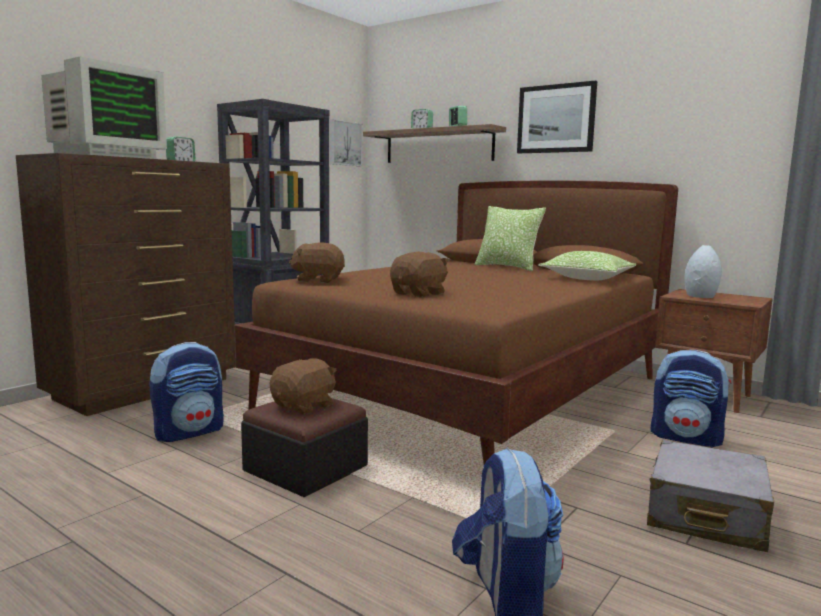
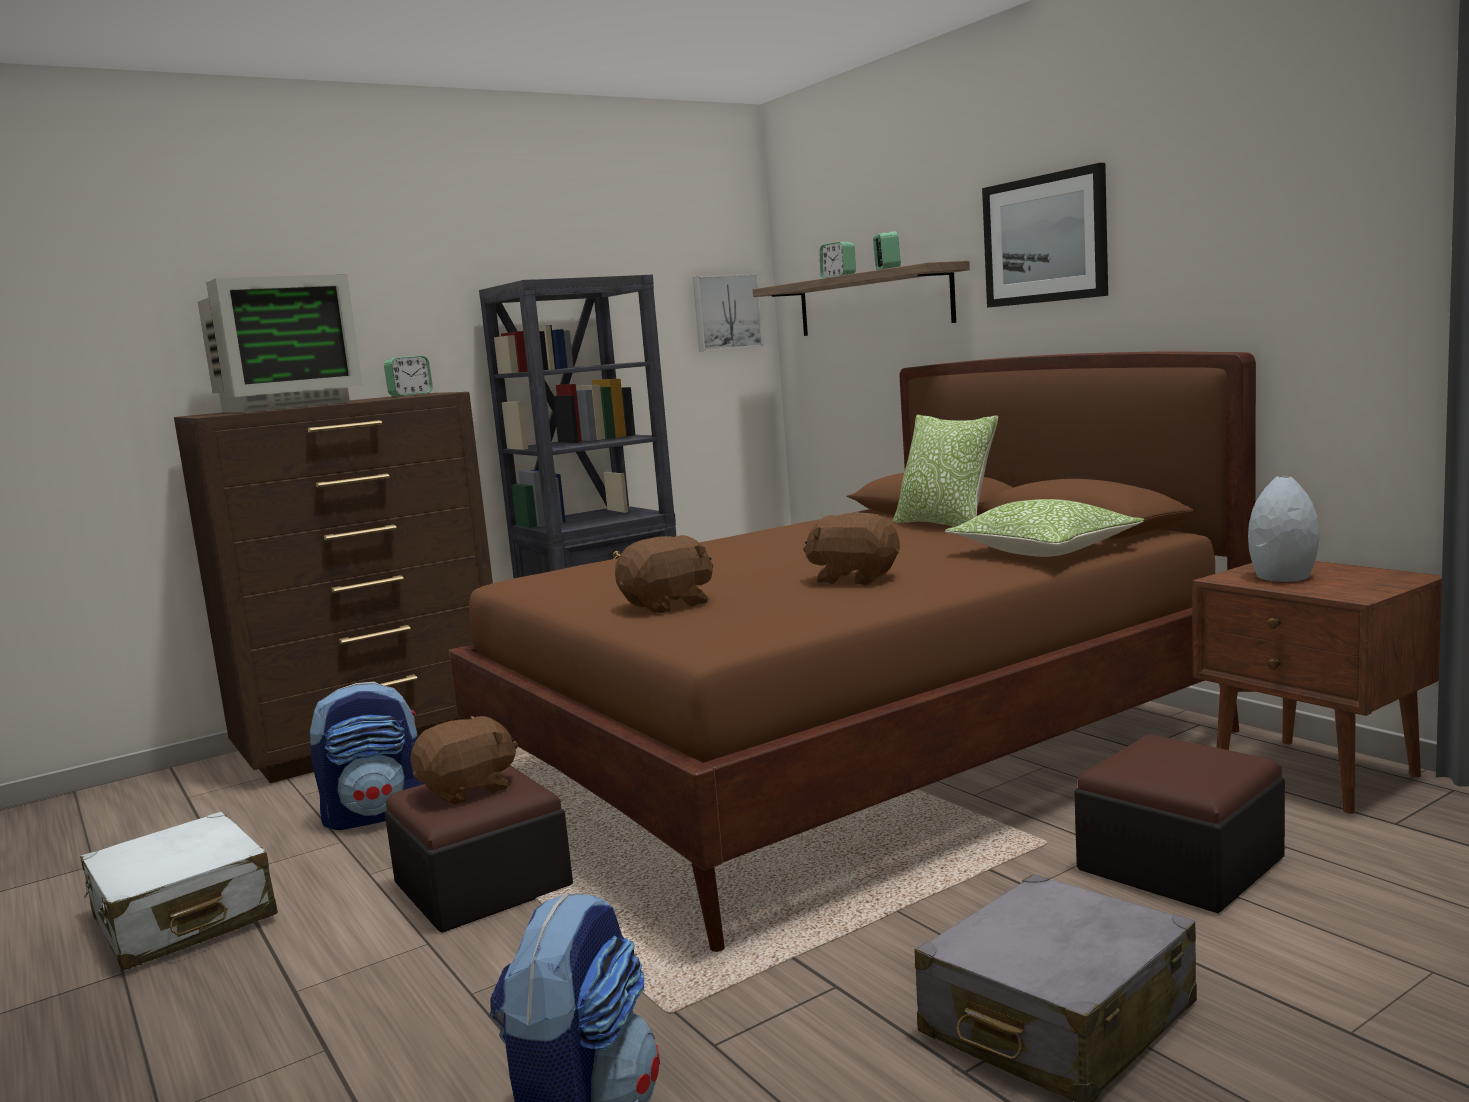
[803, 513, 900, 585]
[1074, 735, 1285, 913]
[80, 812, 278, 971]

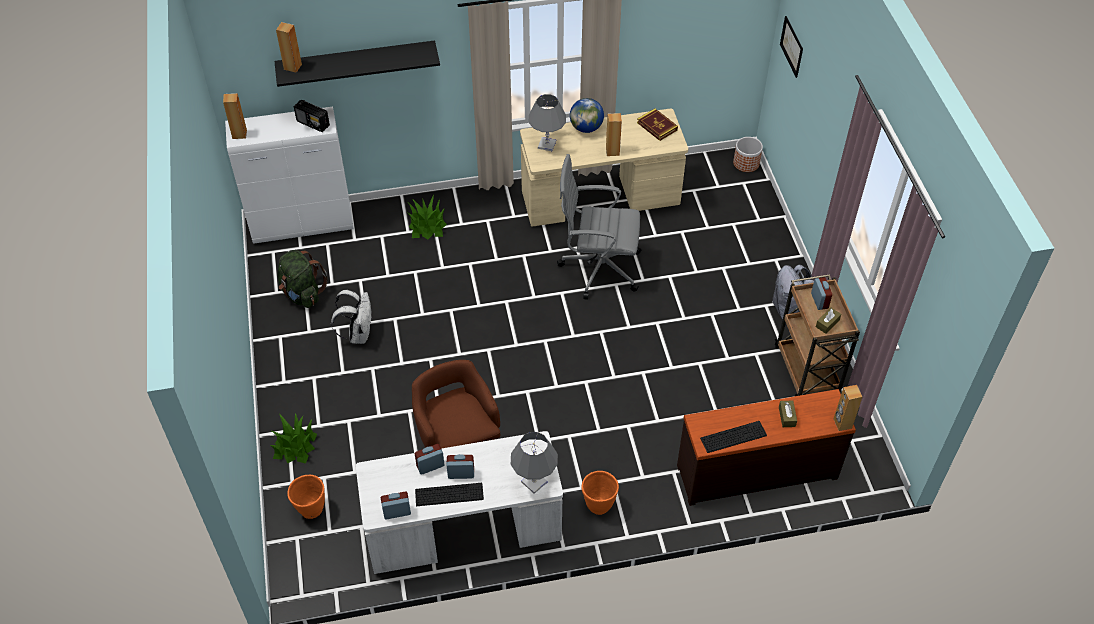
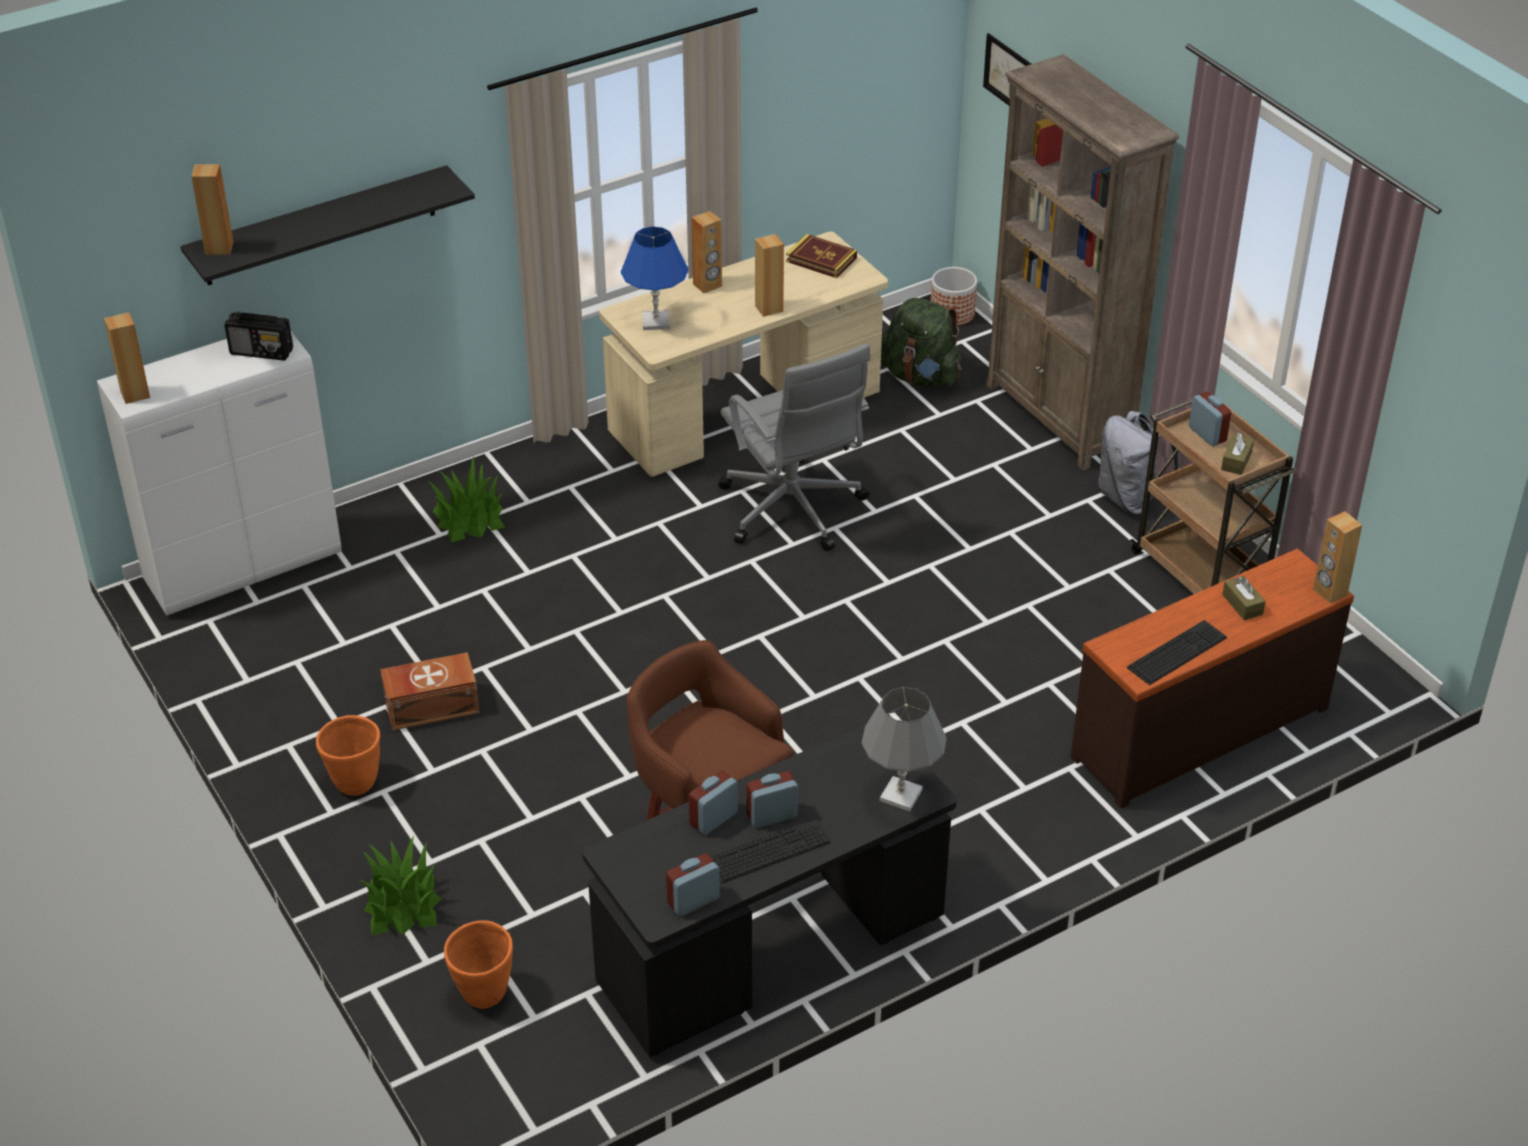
[881, 298, 962, 387]
[381, 652, 480, 731]
[582, 724, 957, 1057]
[621, 226, 688, 330]
[718, 343, 870, 551]
[691, 211, 722, 293]
[316, 715, 380, 796]
[986, 54, 1179, 471]

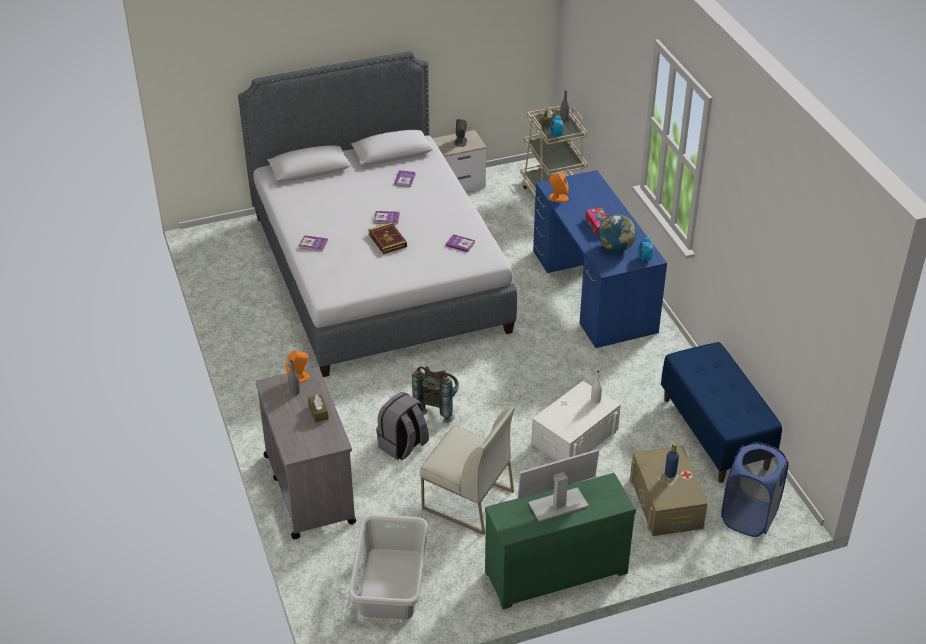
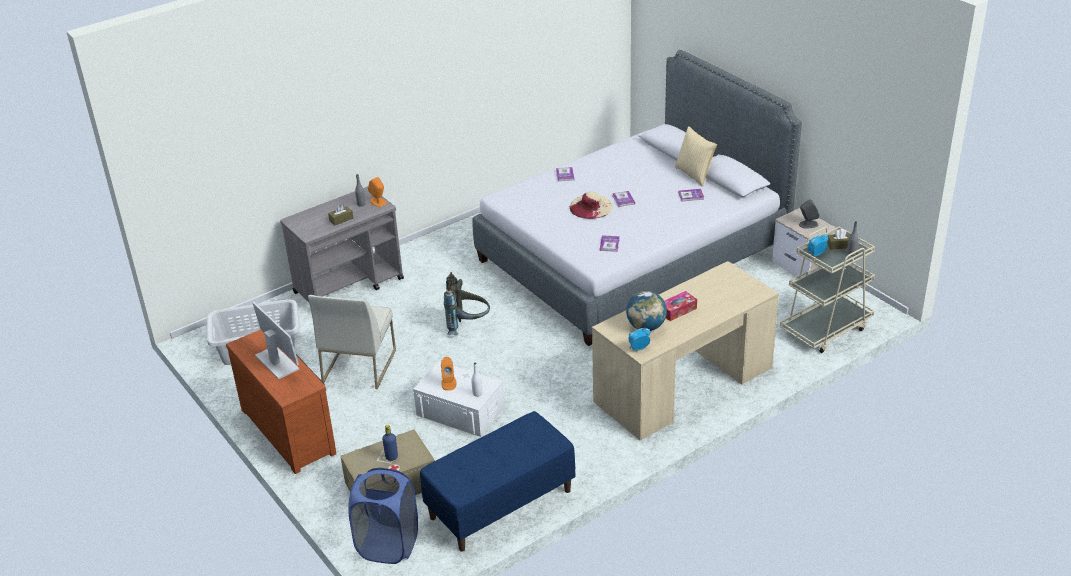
[570, 192, 613, 219]
[376, 392, 429, 460] (first image)
[226, 329, 337, 474]
[592, 261, 779, 440]
[441, 357, 456, 391]
[675, 126, 717, 187]

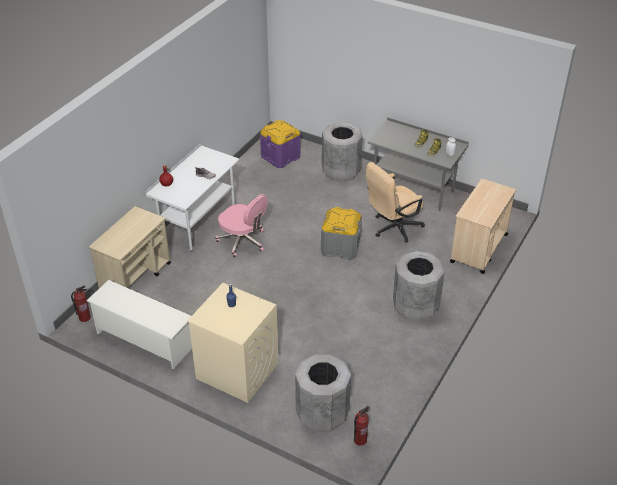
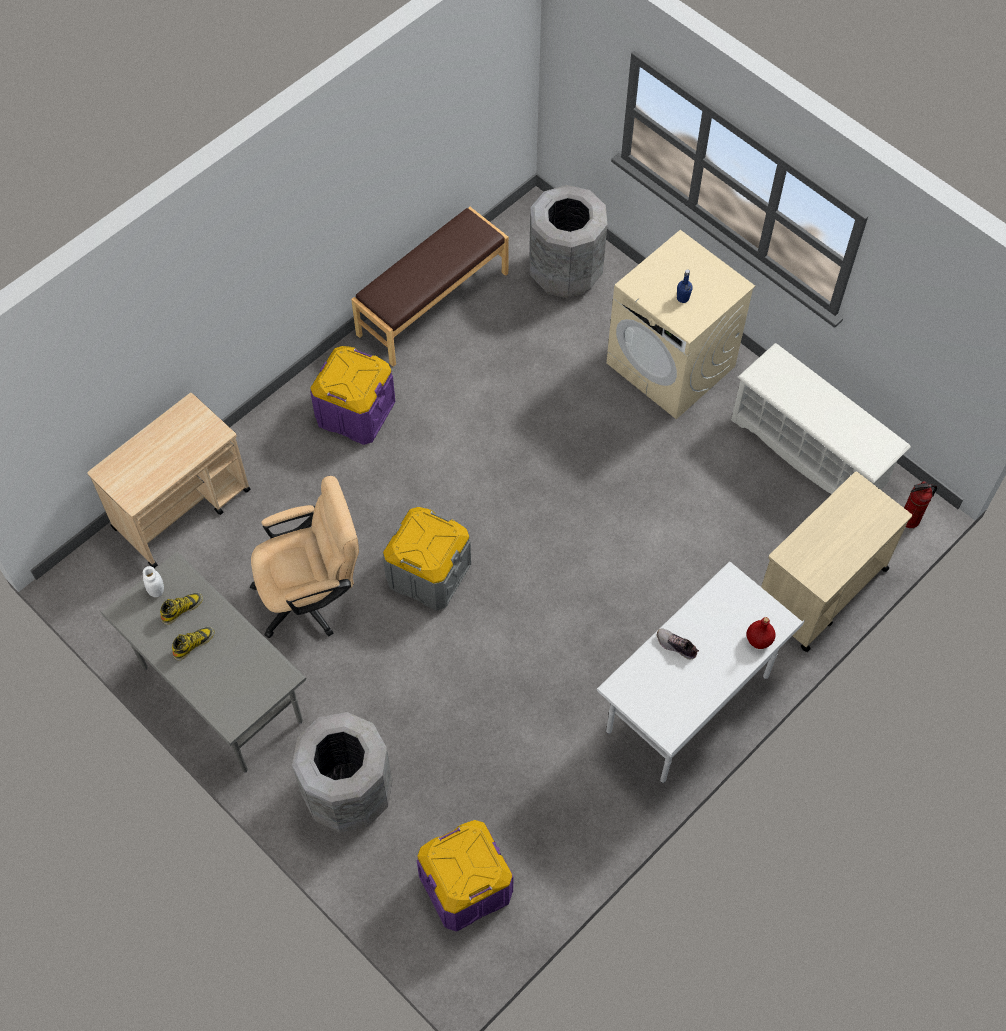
[215, 194, 268, 258] (first image)
[354, 406, 369, 446] (first image)
[310, 346, 396, 445]
[351, 207, 509, 367]

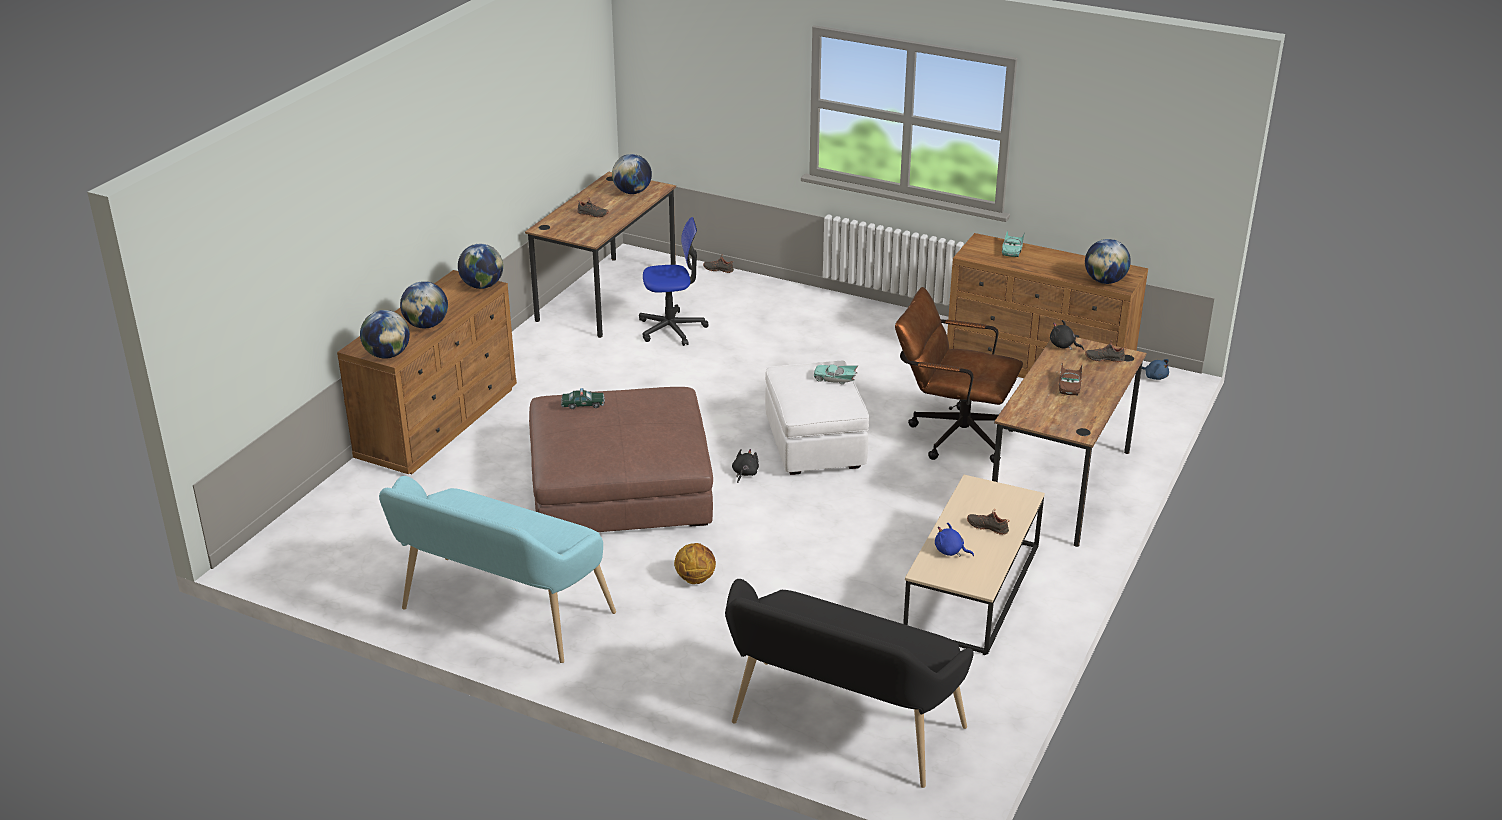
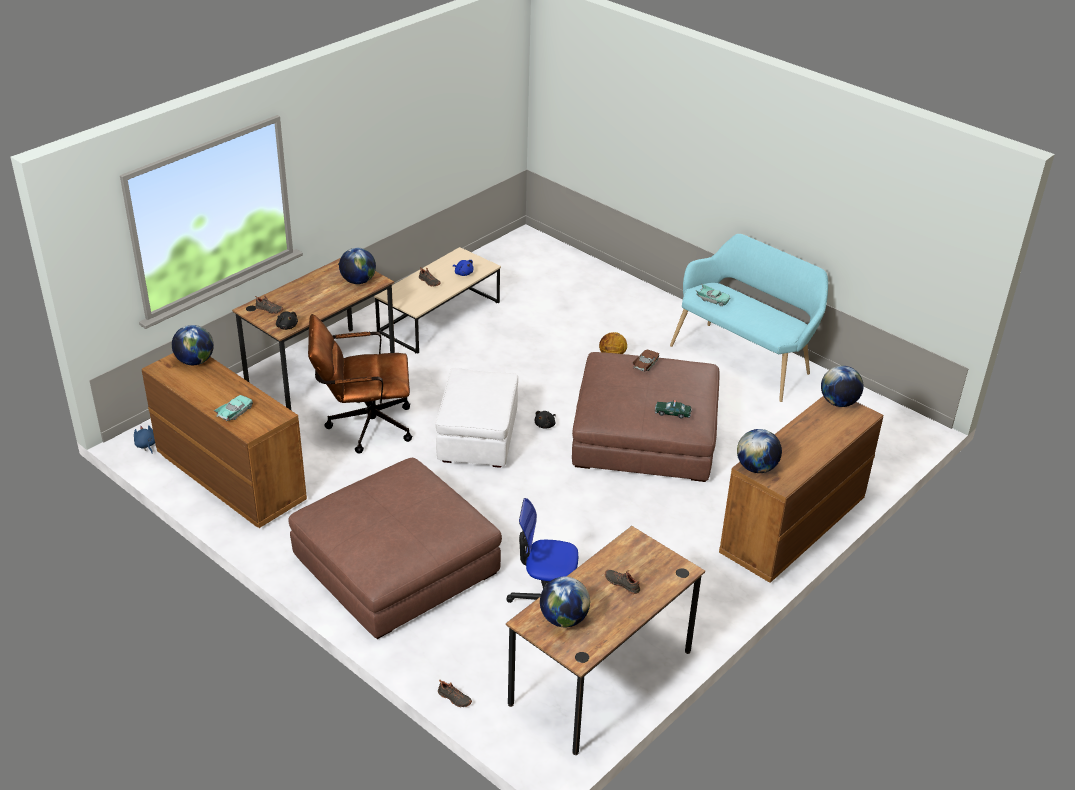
[339, 248, 376, 284]
[725, 579, 974, 788] (first image)
[696, 284, 730, 306]
[308, 314, 412, 454]
[632, 350, 659, 372]
[289, 458, 502, 639]

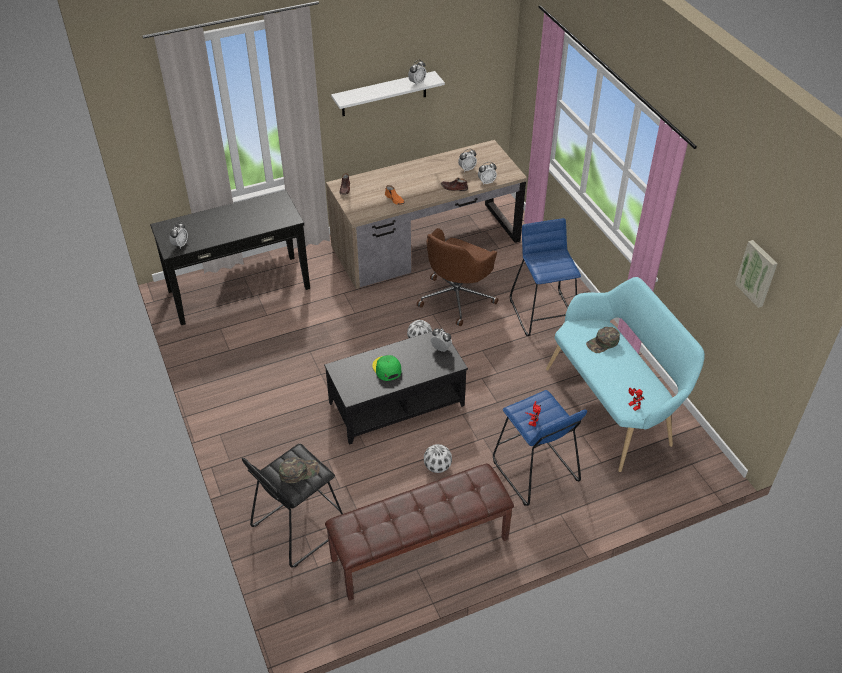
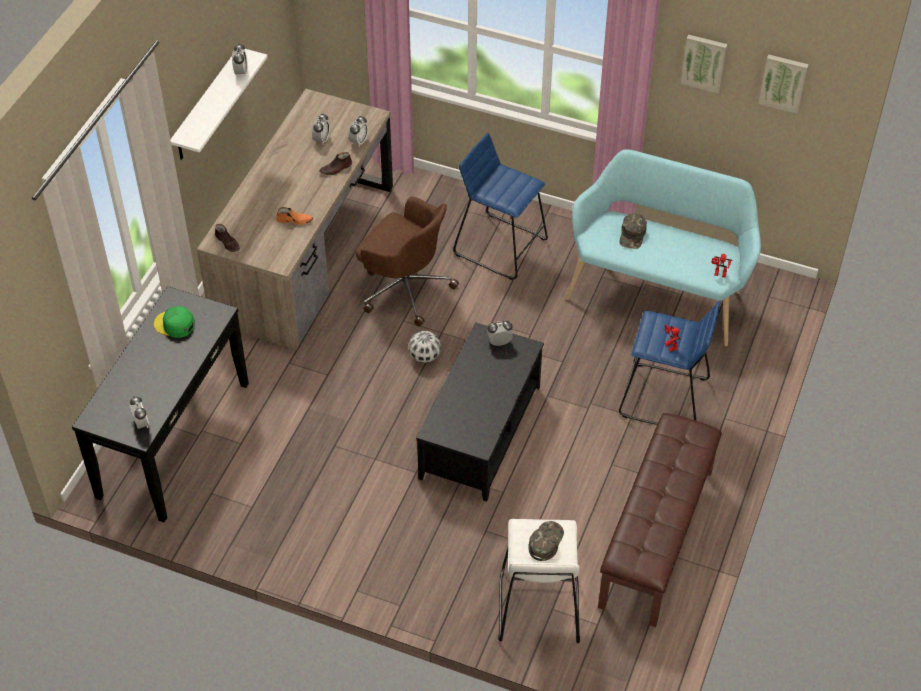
[498, 519, 580, 643]
[154, 306, 195, 338]
[356, 197, 459, 326]
[424, 444, 452, 473] (first image)
[681, 35, 728, 94]

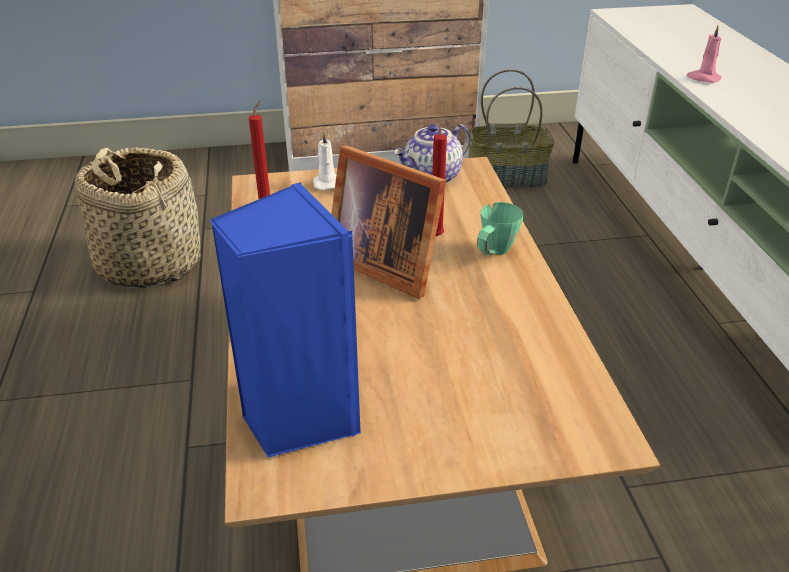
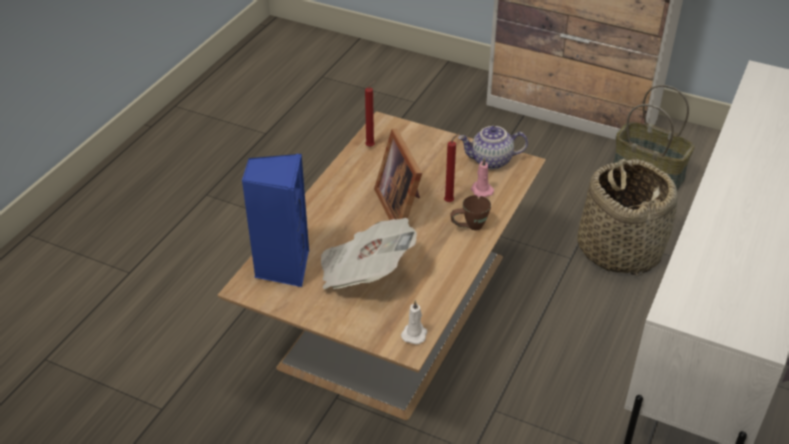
[578, 159, 677, 276]
[401, 300, 427, 345]
[450, 195, 491, 230]
[471, 157, 494, 197]
[321, 218, 417, 289]

